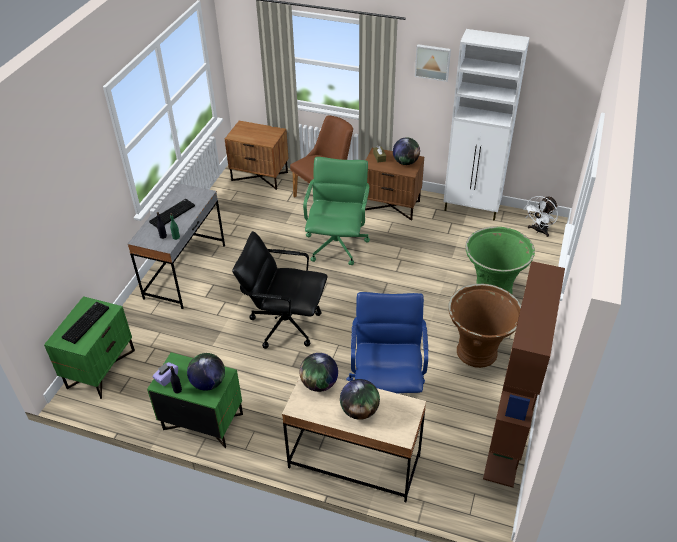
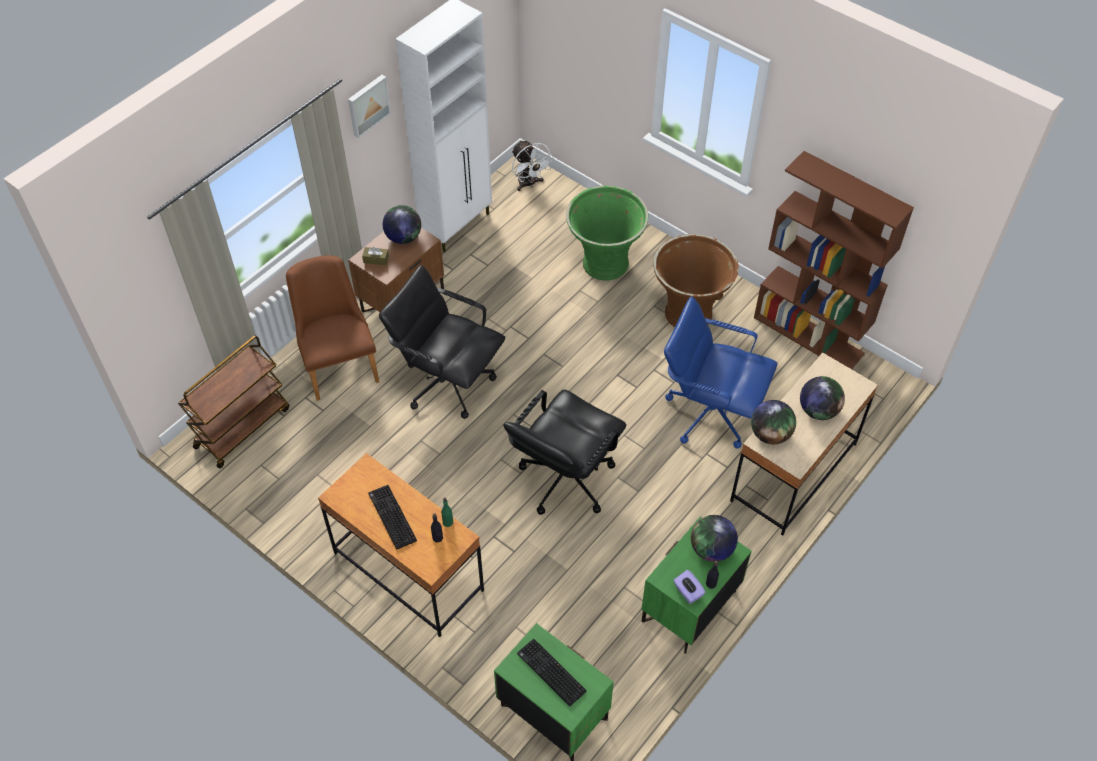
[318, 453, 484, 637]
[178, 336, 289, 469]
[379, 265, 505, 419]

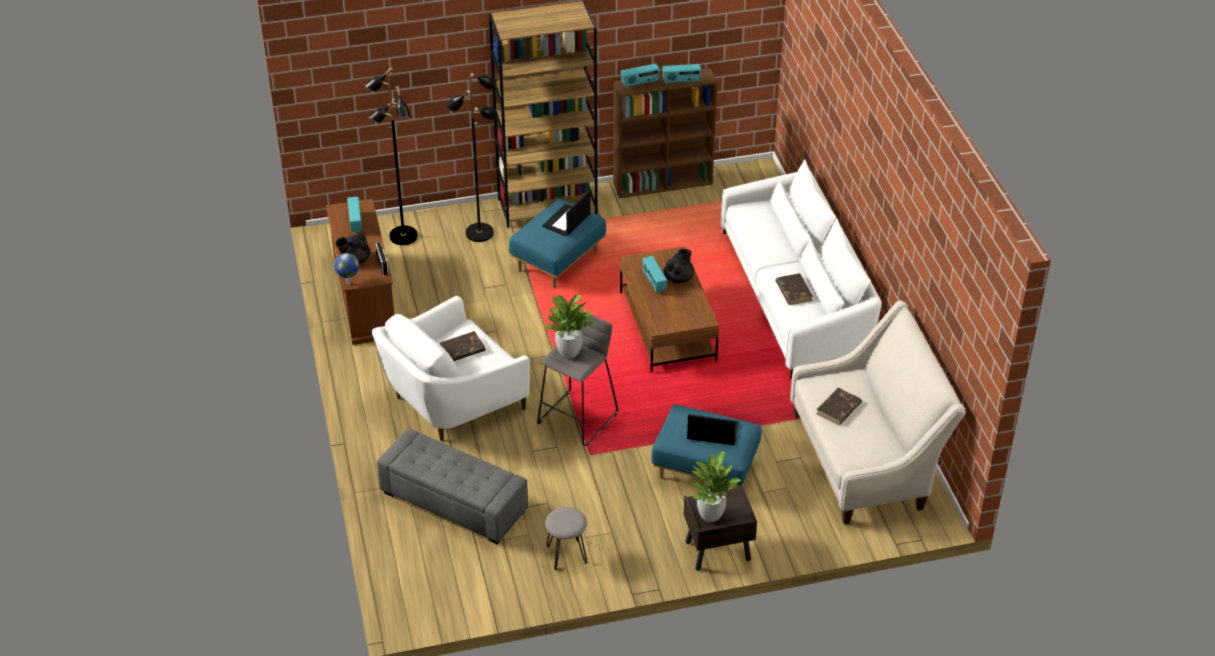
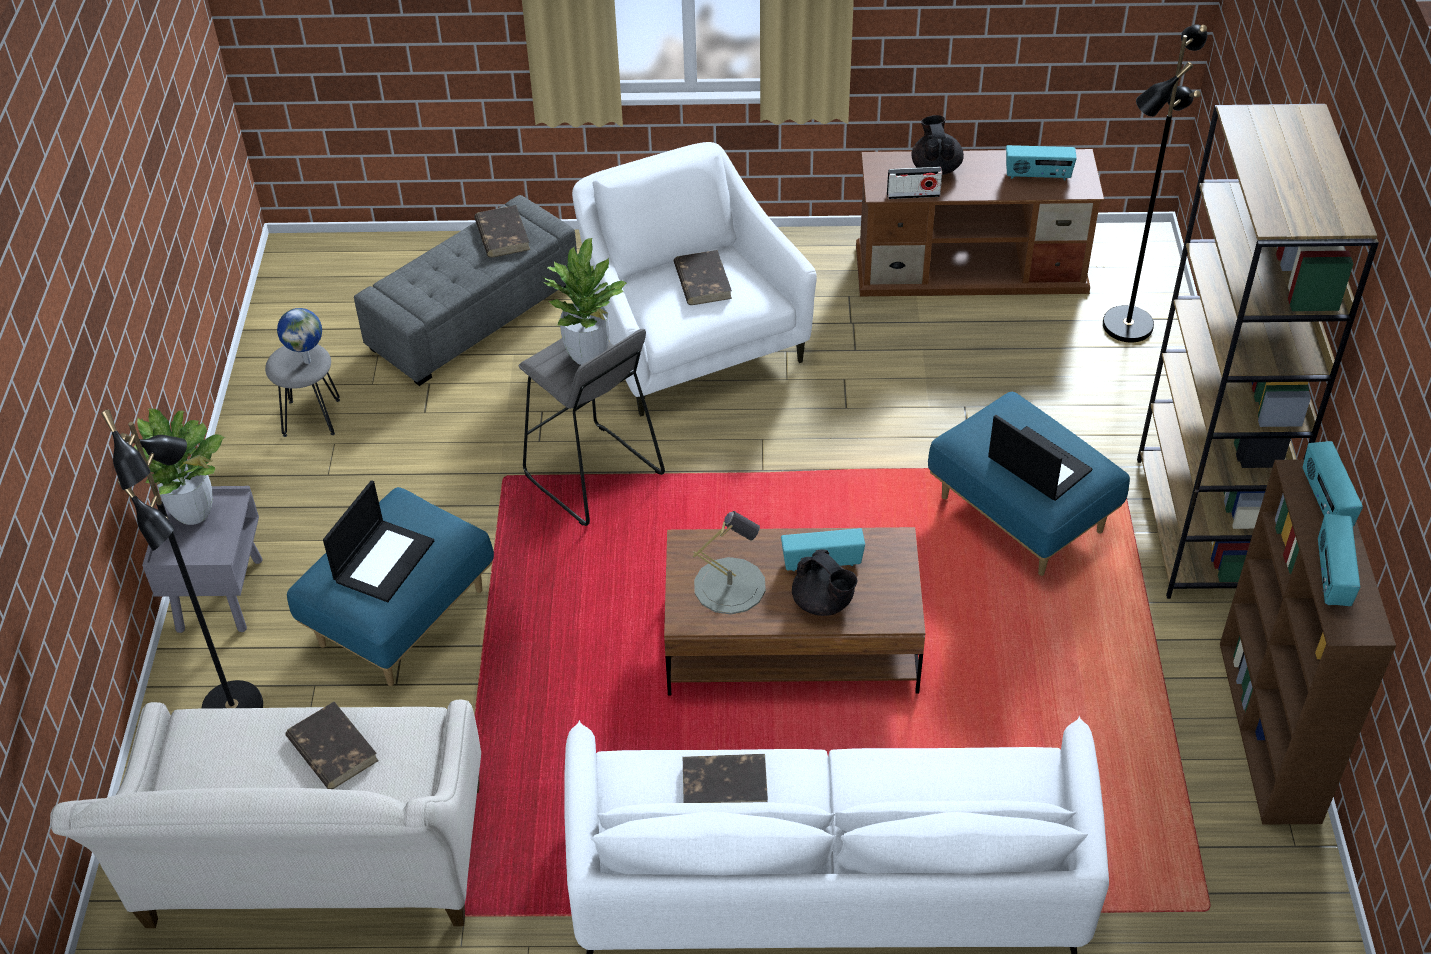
[277, 308, 322, 364]
[101, 410, 263, 709]
[142, 486, 262, 633]
[474, 205, 530, 258]
[693, 511, 766, 615]

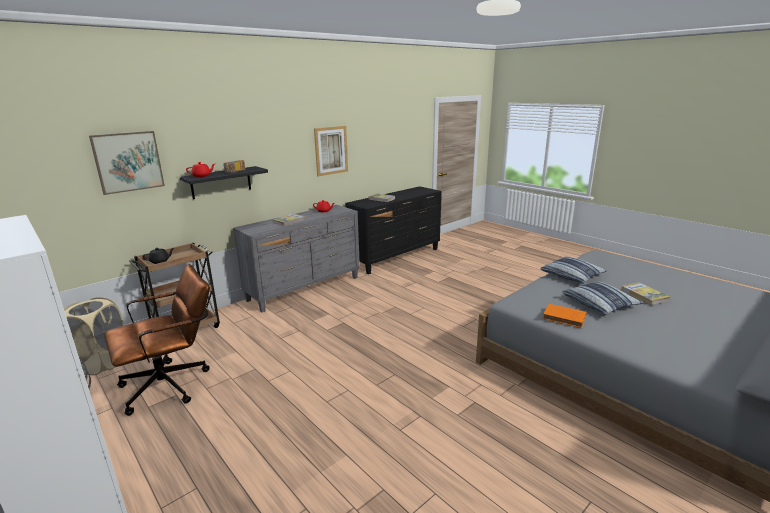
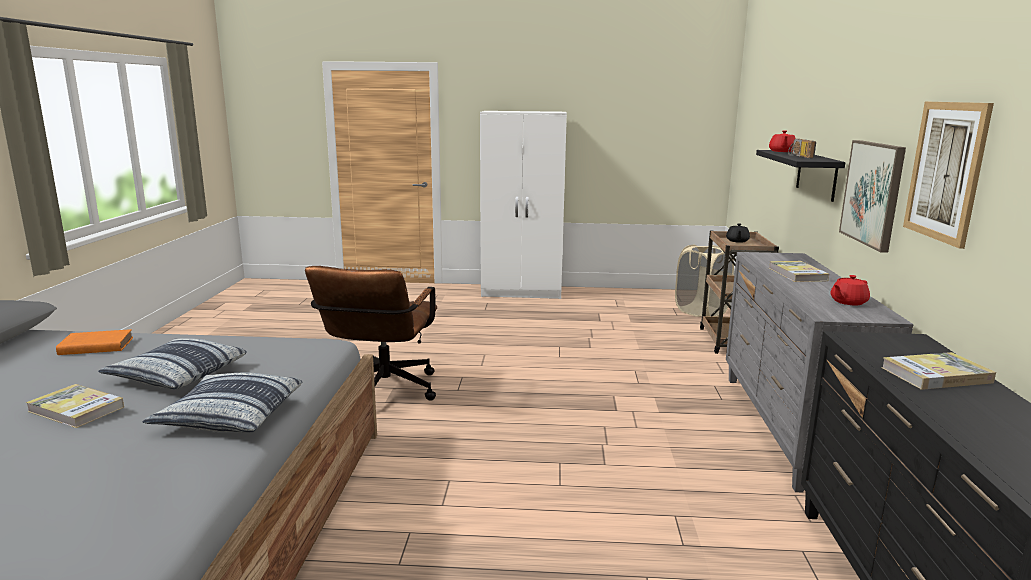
[839, 140, 906, 253]
[305, 266, 437, 401]
[56, 329, 133, 355]

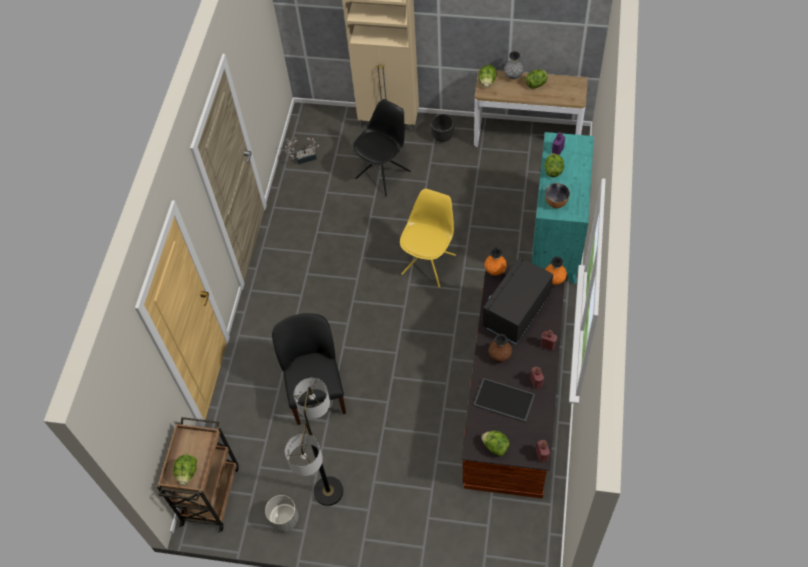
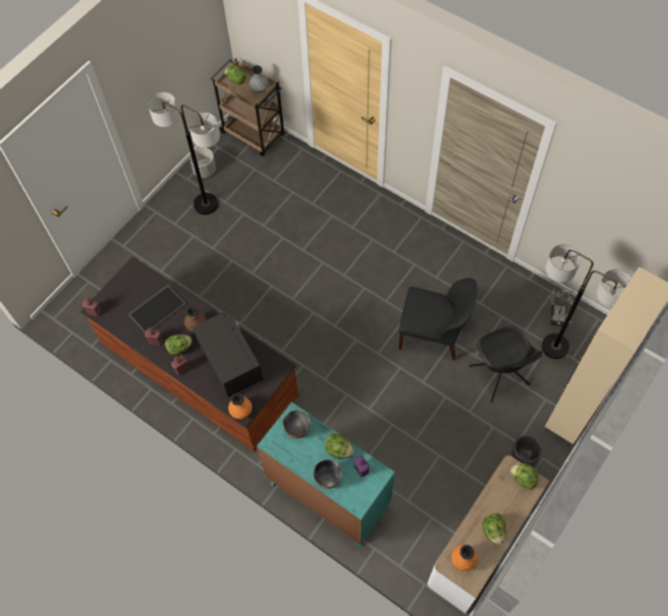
[399, 278, 477, 360]
[400, 189, 456, 288] (first image)
[165, 334, 192, 355]
[451, 544, 478, 571]
[249, 66, 269, 93]
[313, 460, 342, 489]
[542, 244, 632, 359]

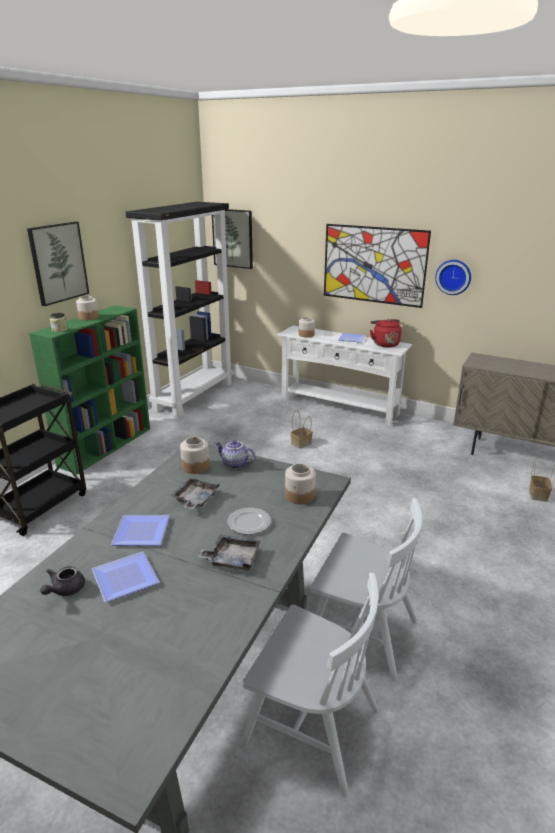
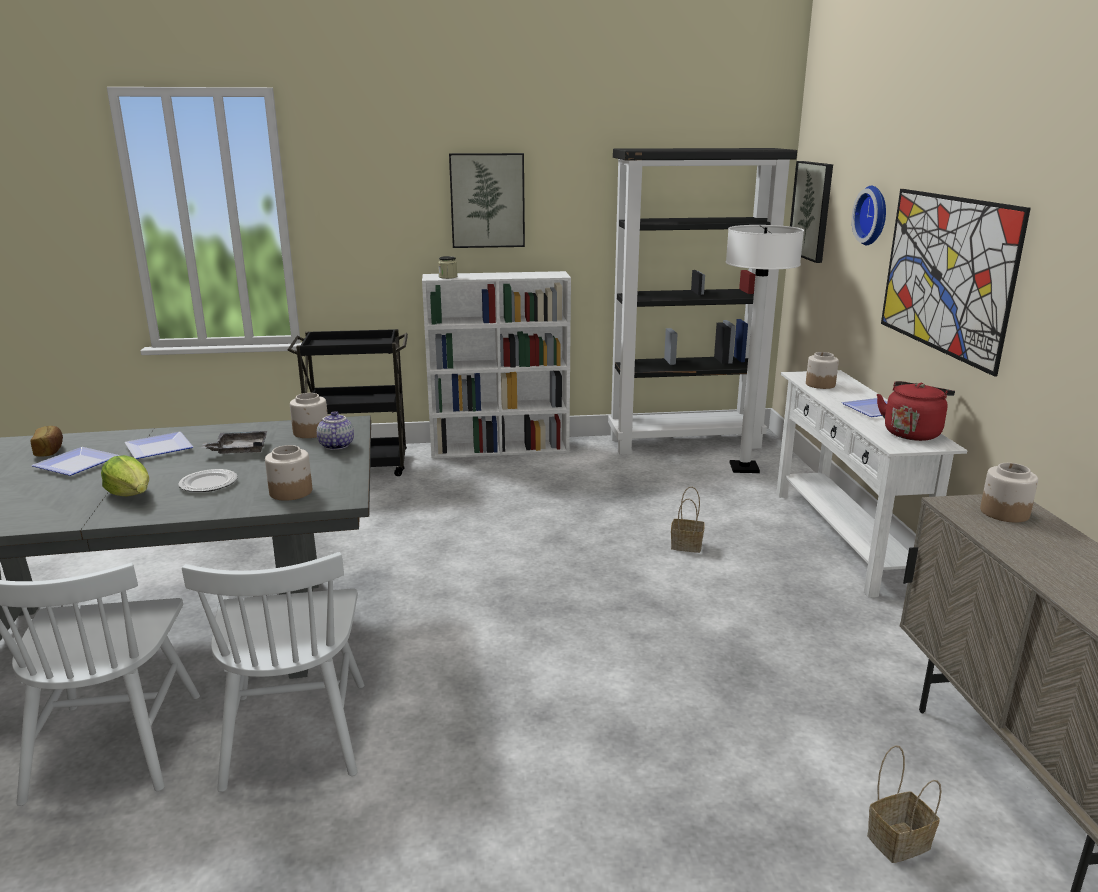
[422, 271, 571, 458]
[30, 426, 63, 457]
[980, 463, 1038, 523]
[101, 455, 149, 496]
[852, 186, 886, 245]
[726, 225, 804, 473]

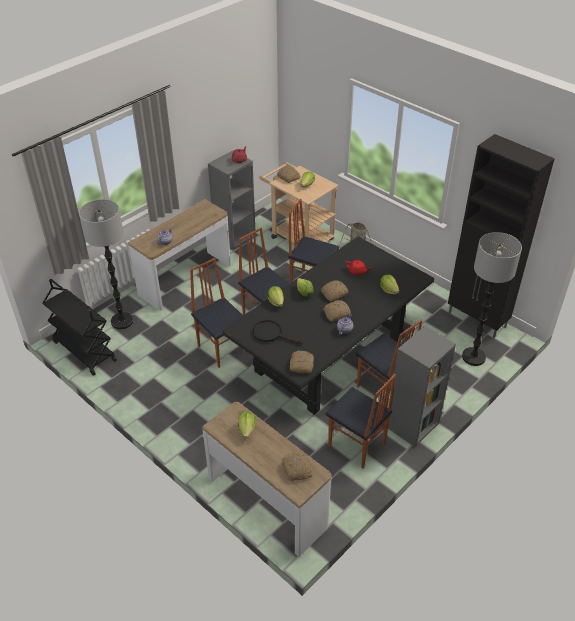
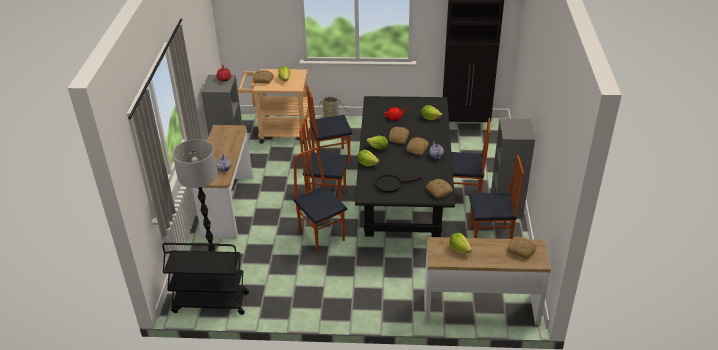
[293, 147, 347, 253]
[462, 232, 522, 366] (first image)

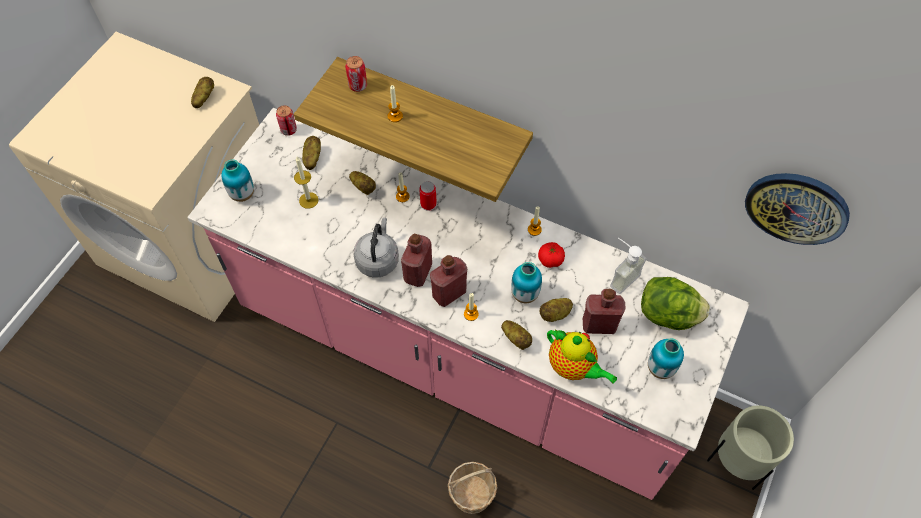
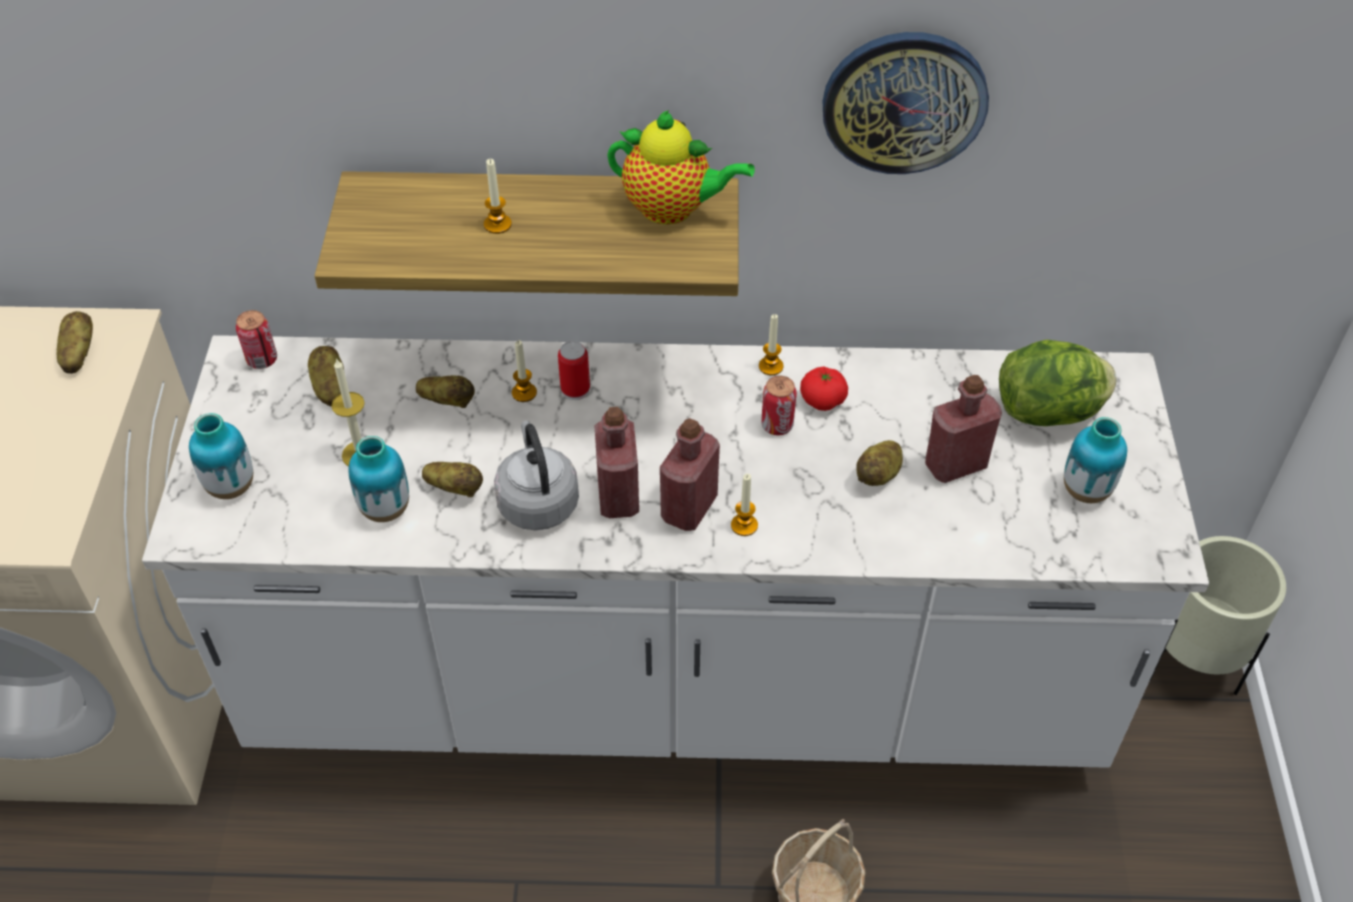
[142, 335, 1209, 768]
[761, 376, 797, 435]
[422, 462, 483, 497]
[349, 436, 409, 522]
[607, 110, 755, 225]
[610, 238, 646, 294] (first image)
[823, 32, 989, 174]

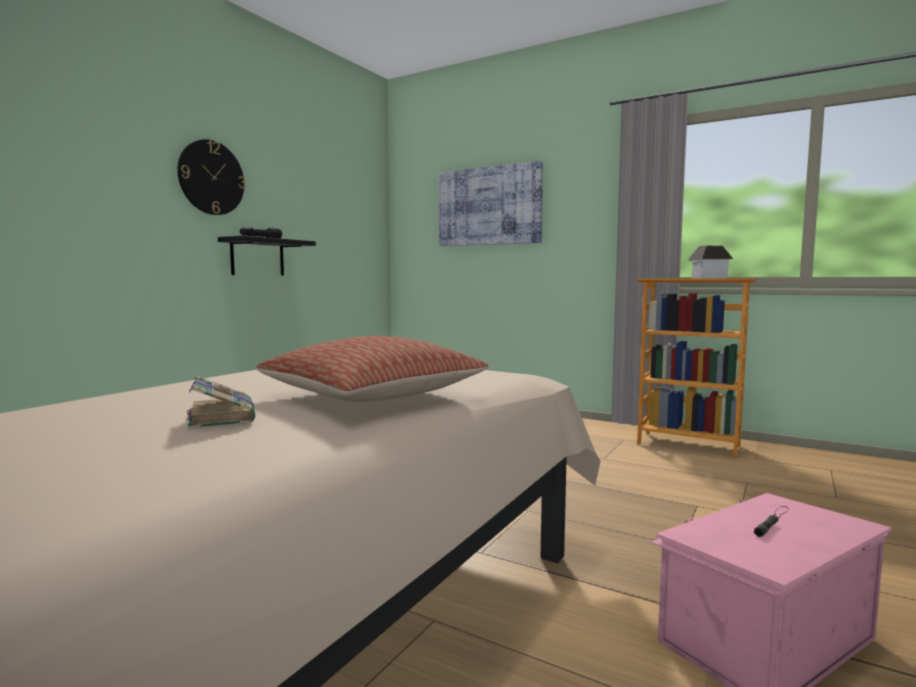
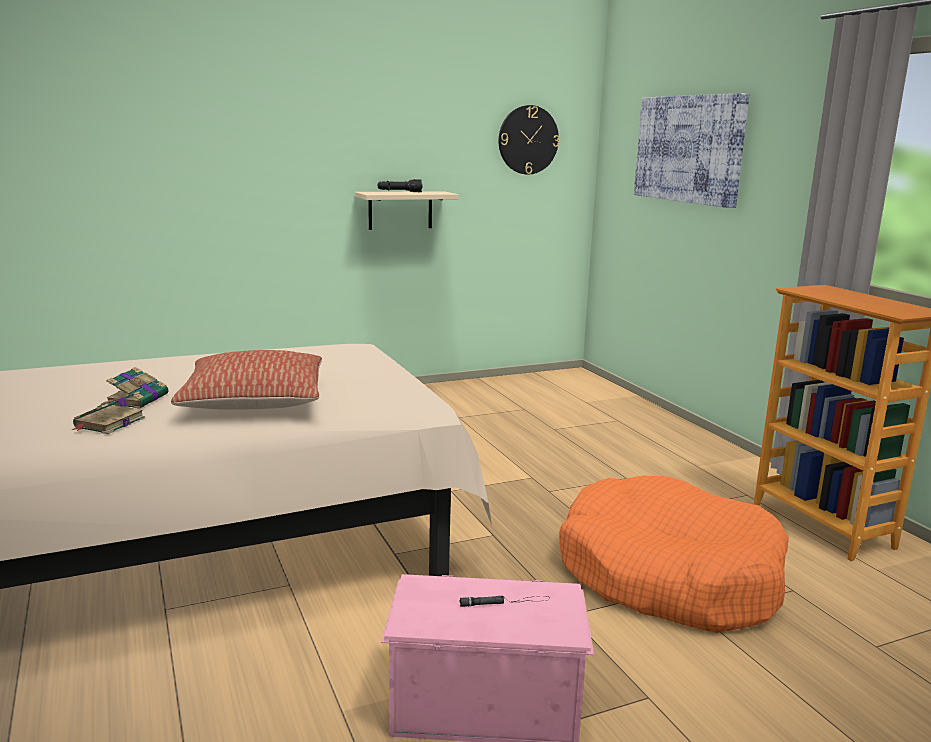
[499, 105, 559, 174]
[355, 191, 459, 230]
[688, 246, 733, 278] (first image)
[72, 391, 145, 434]
[559, 476, 789, 633]

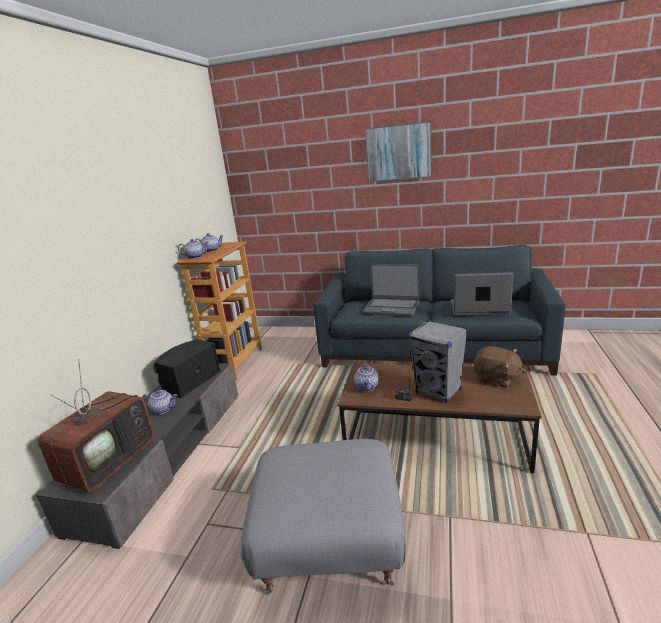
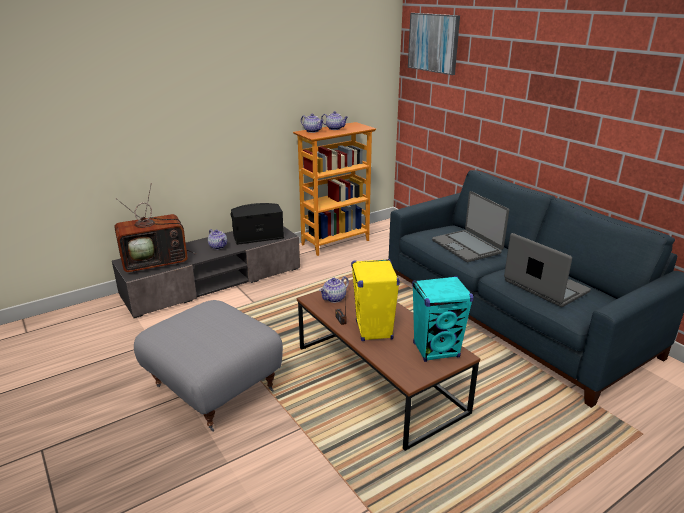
[408, 13, 460, 75]
[351, 259, 400, 341]
[412, 276, 473, 362]

